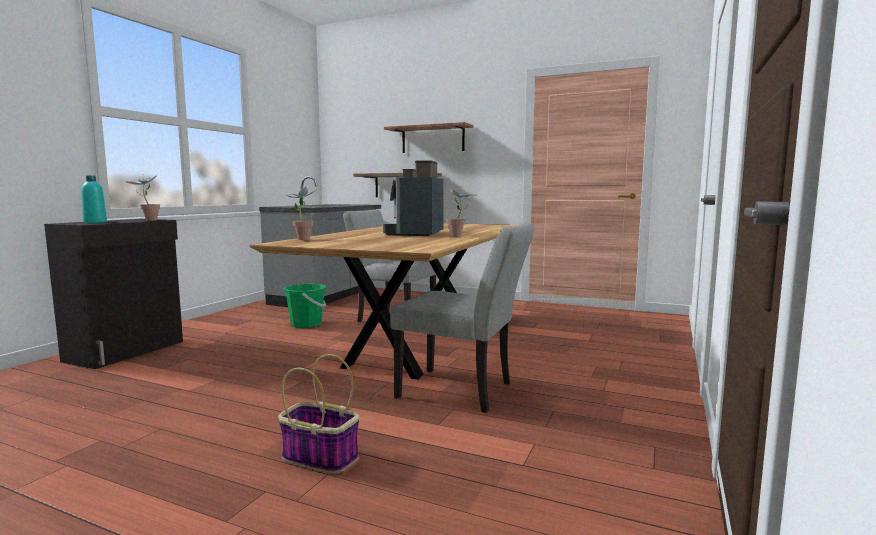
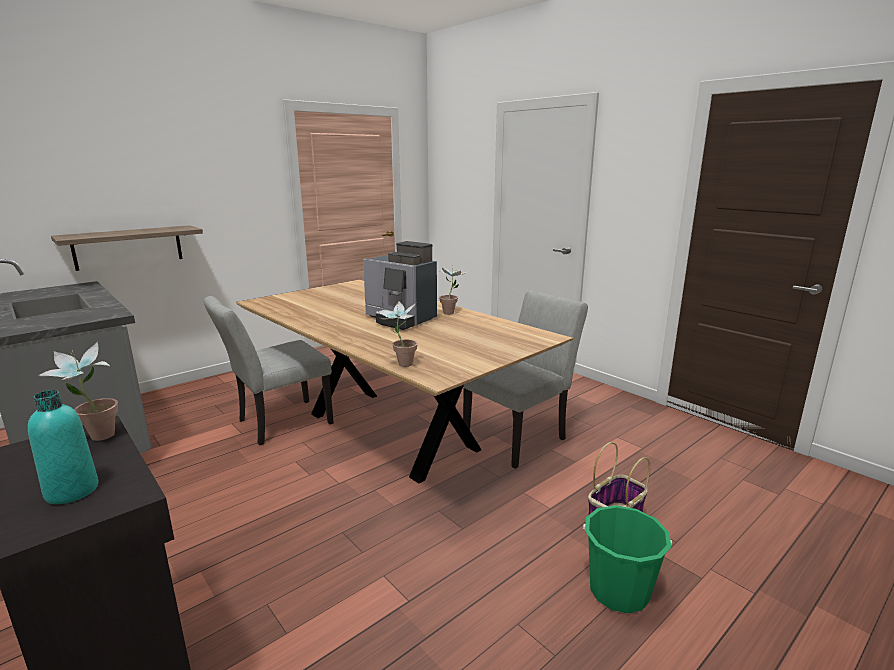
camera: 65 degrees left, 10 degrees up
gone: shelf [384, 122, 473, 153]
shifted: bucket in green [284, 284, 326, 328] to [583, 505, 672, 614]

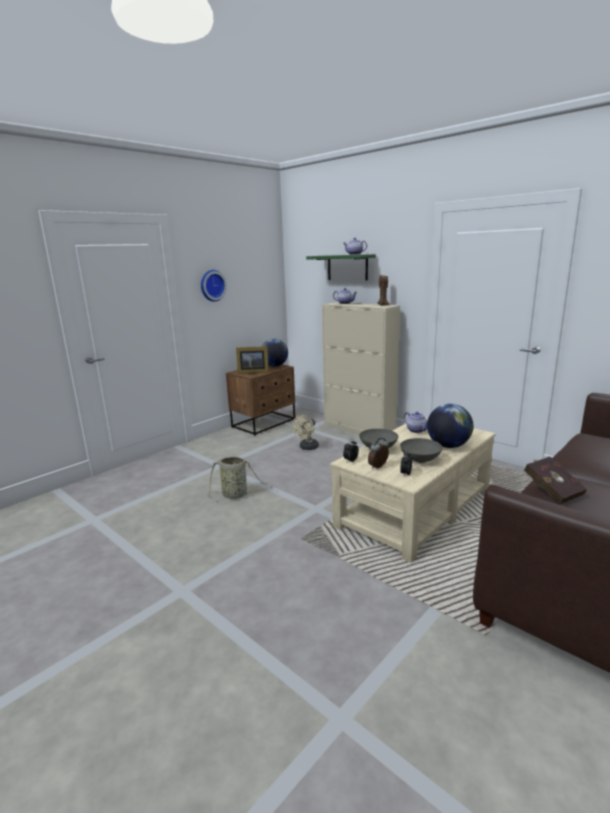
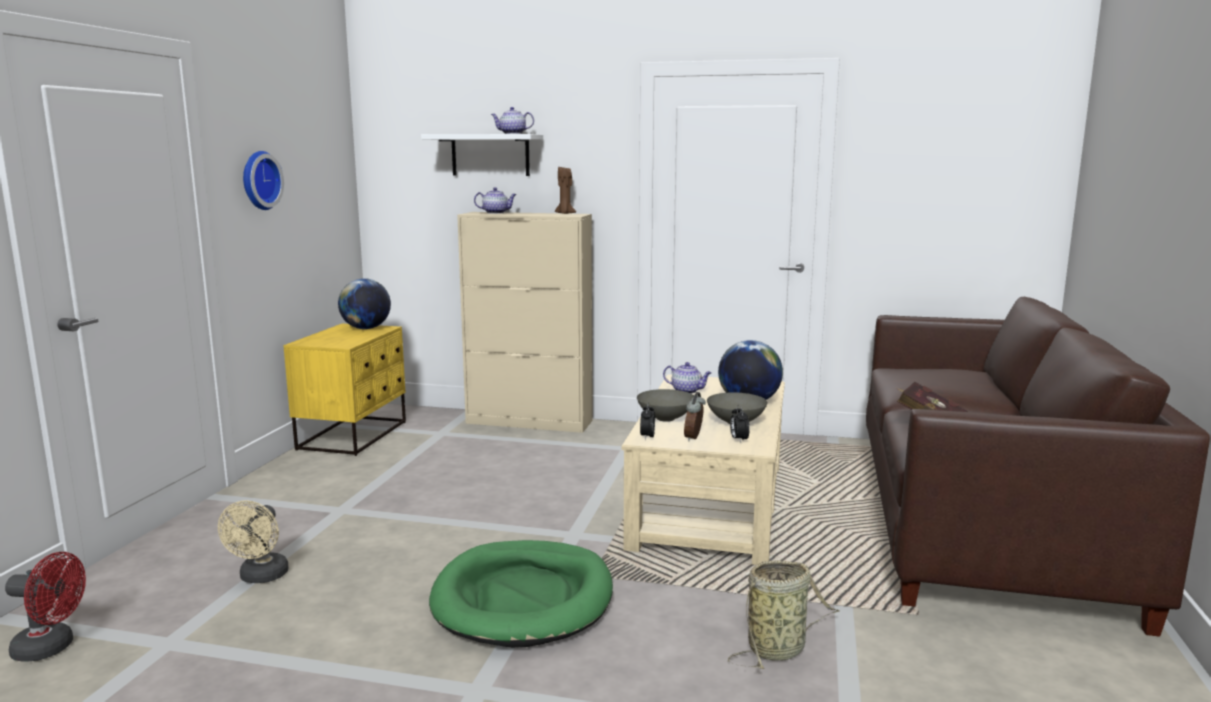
camera: 30 degrees left, 5 degrees down
gone: picture frame [236, 346, 269, 374]
new: fan in red [5, 552, 86, 662]; dog bed in green [429, 540, 613, 648]
shifted: fan in beige [292, 415, 319, 450] to [218, 500, 289, 583]; basket [208, 456, 272, 499] to [728, 560, 839, 669]
repainted: nightstand in brown [226, 365, 295, 435] to nightstand in yellow [283, 324, 406, 456]; shelf in green [306, 254, 376, 281] to shelf in white [421, 134, 543, 176]

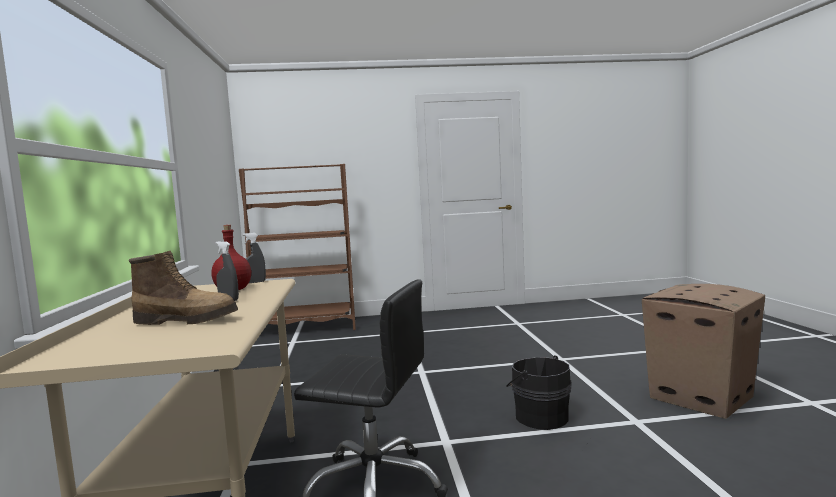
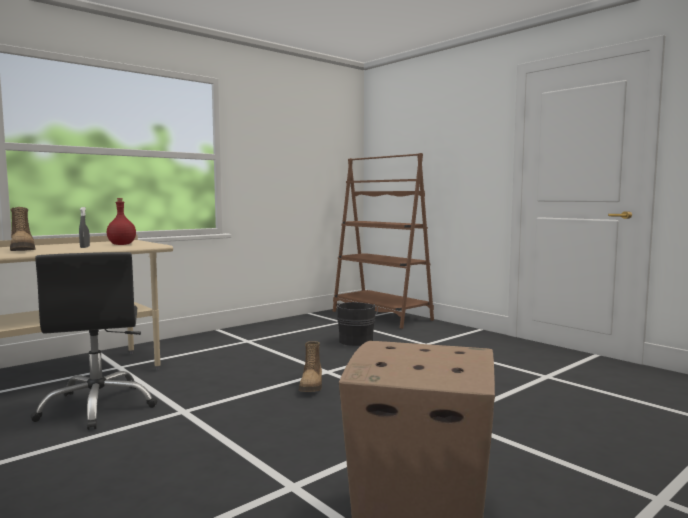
camera: 55 degrees right, 0 degrees up
gone: spray bottle in grey [242, 233, 266, 283]
new: boot [299, 341, 322, 392]
shifted: bucket in black [506, 355, 572, 430] to [336, 302, 378, 346]

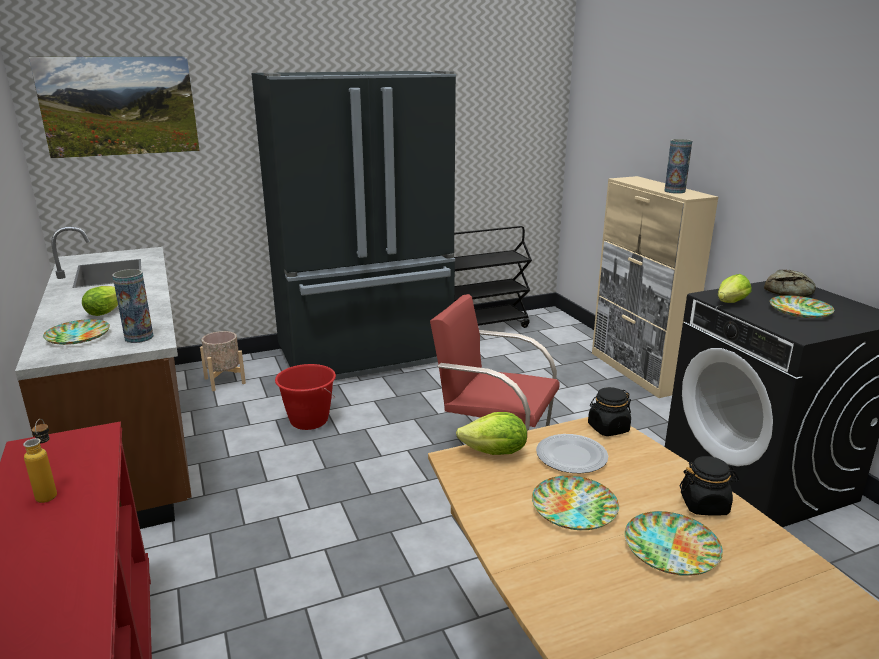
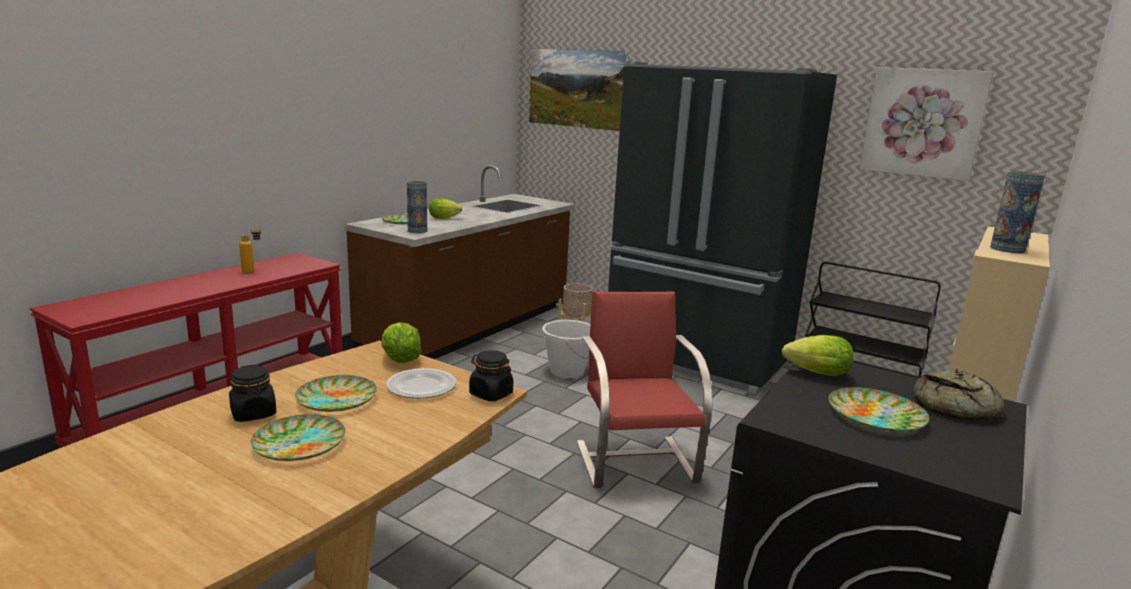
camera: 55 degrees right, 5 degrees down
new: picture [859, 67, 994, 181]
shifted: jar in black [680, 456, 739, 516] to [229, 365, 276, 422]
repainted: bucket in red [275, 364, 336, 430] to bucket in white [542, 320, 590, 378]

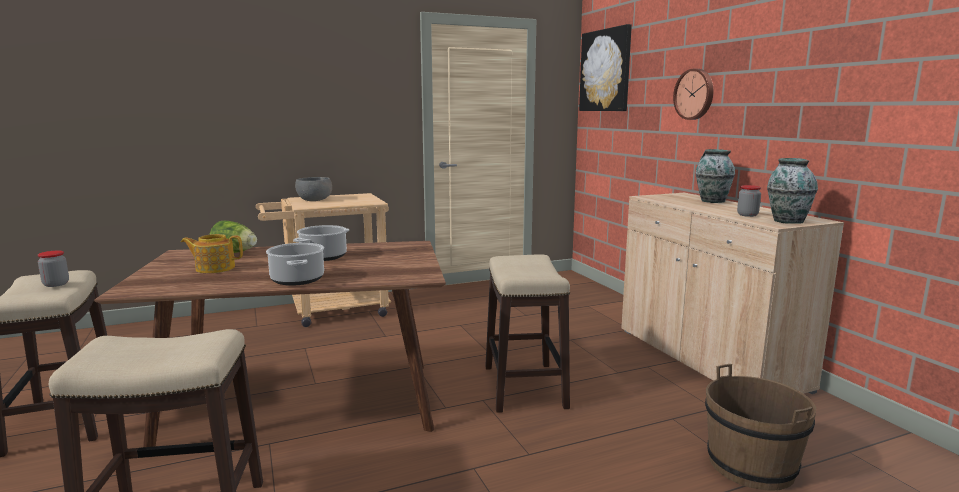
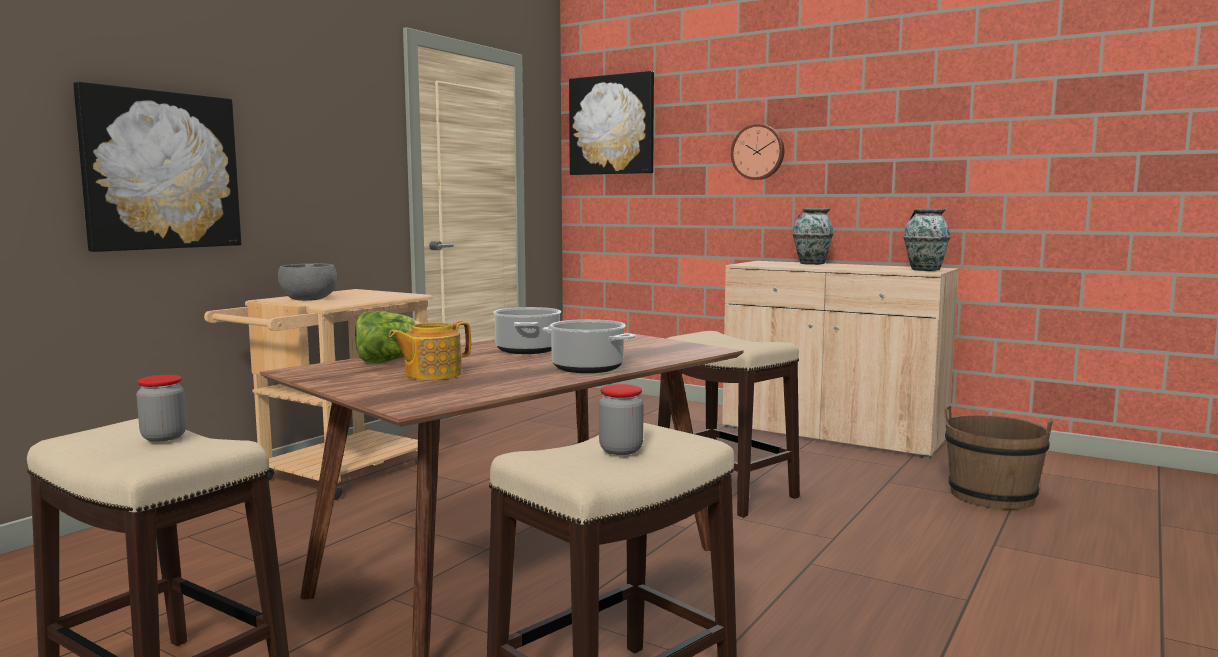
camera: 35 degrees left, 5 degrees down
new: picture [73, 82, 242, 252]
shifted: jar [737, 185, 761, 217] to [599, 384, 643, 455]

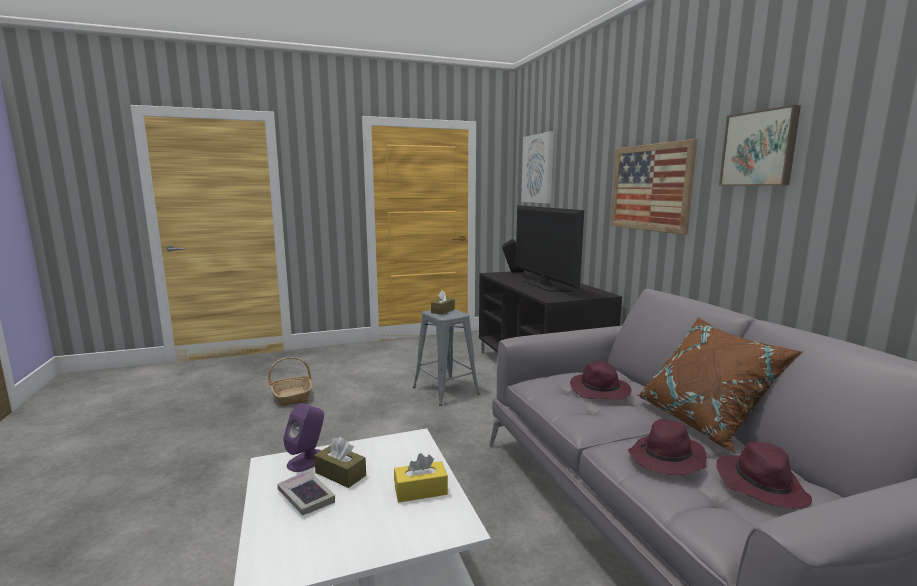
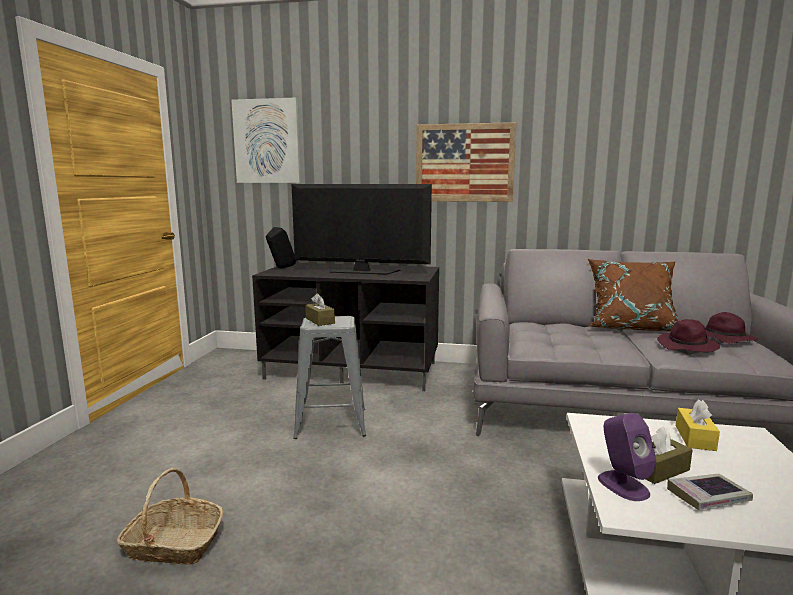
camera: 60 degrees left, 0 degrees up
gone: hat in purple [570, 361, 631, 400]; picture [719, 105, 801, 186]

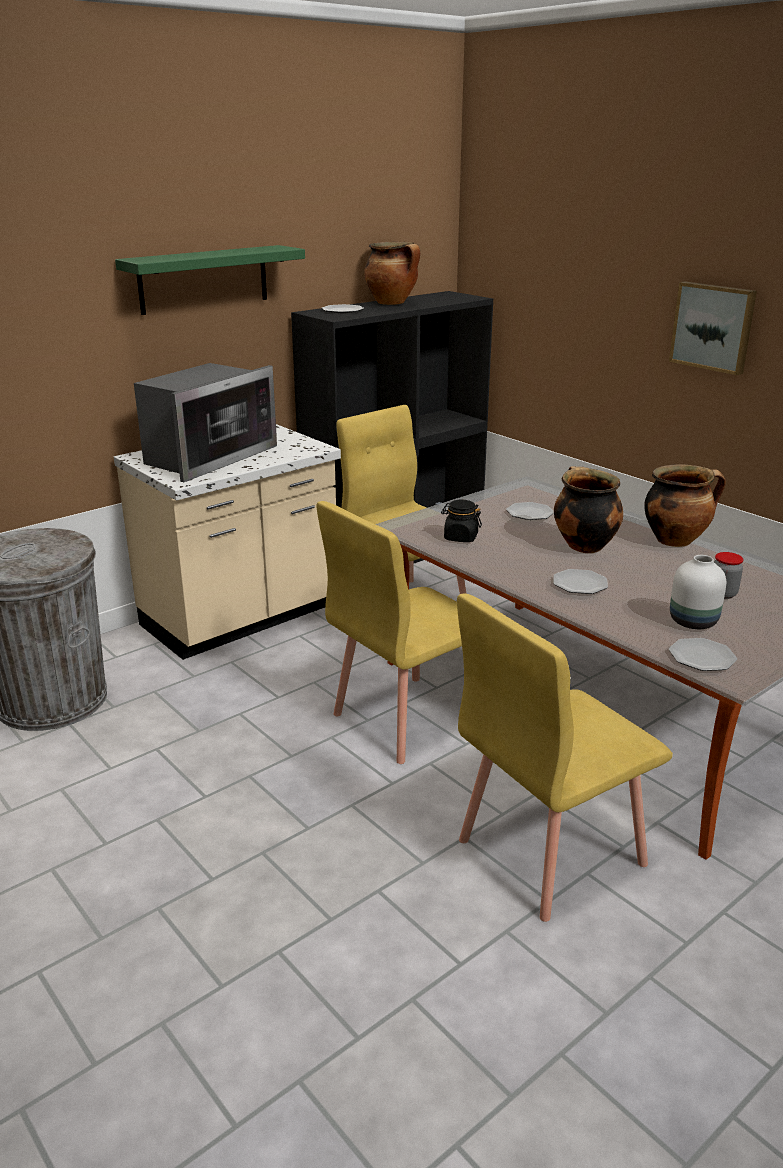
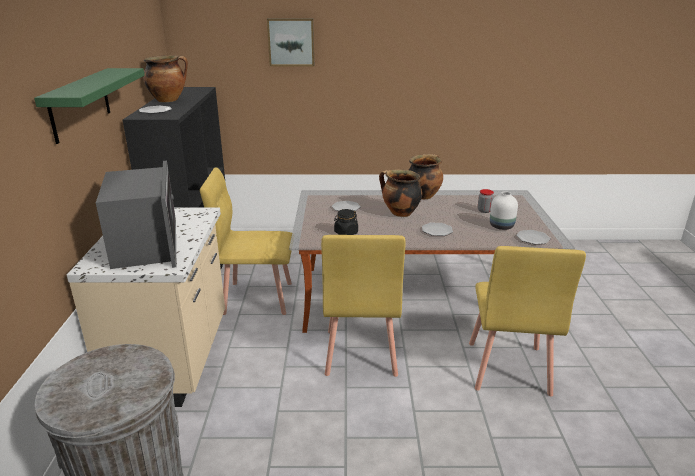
camera: 50 degrees left, 0 degrees up
shifted: picture [669, 281, 757, 375] to [267, 18, 314, 67]

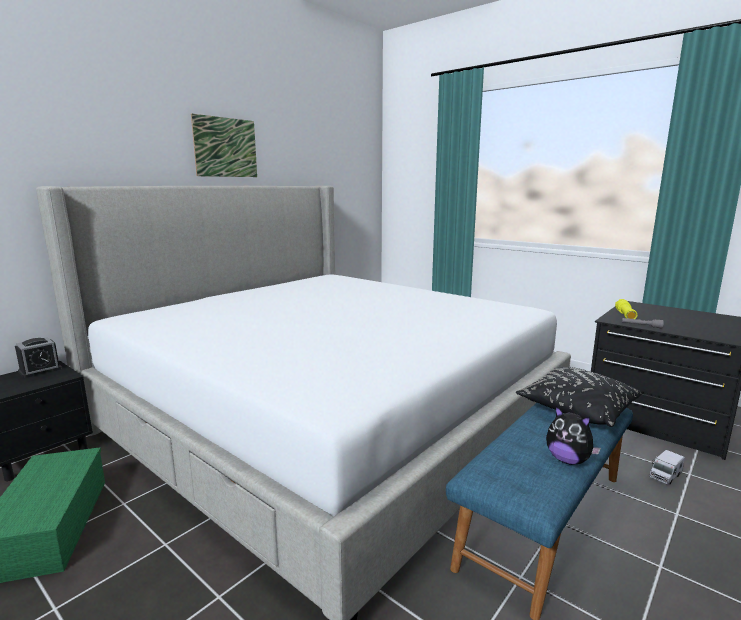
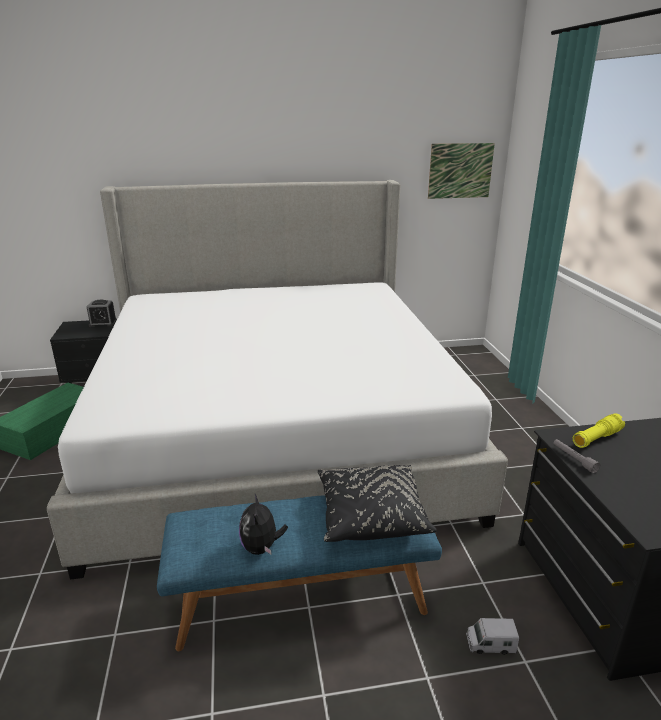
camera: 40 degrees right, 10 degrees up
shifted: picture [191, 114, 257, 177] to [428, 143, 495, 199]

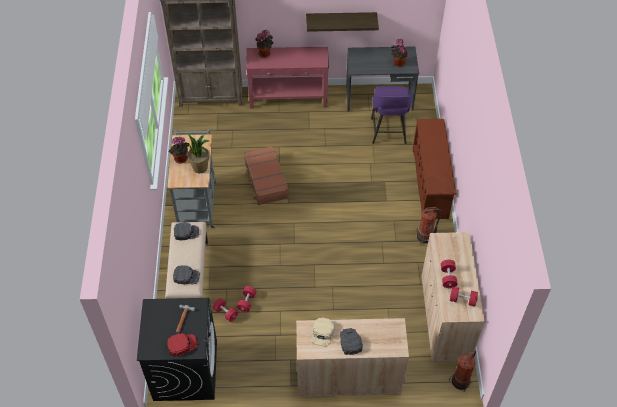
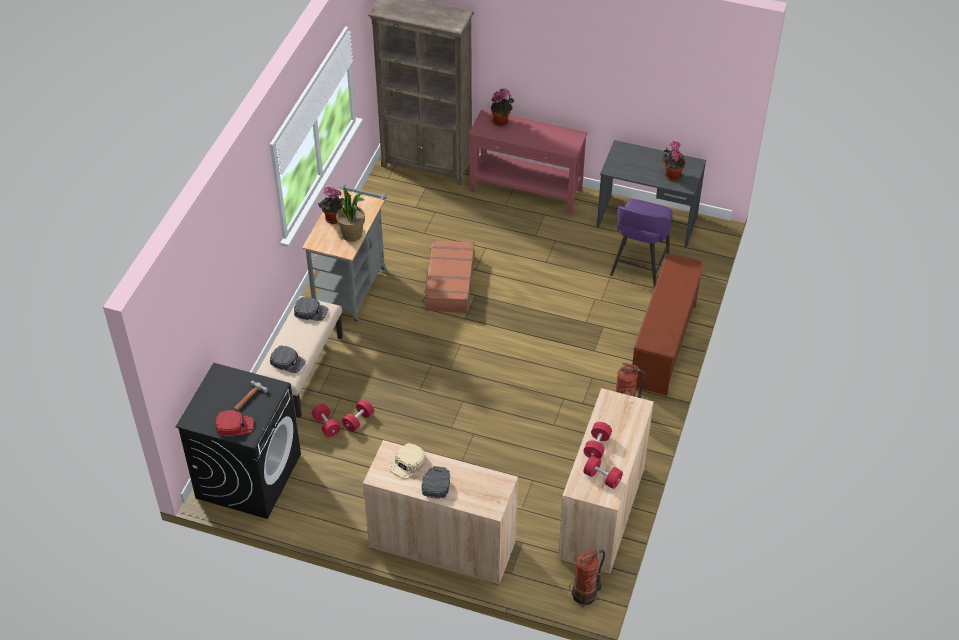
camera: 20 degrees right, 5 degrees down
gone: shelf [306, 12, 379, 32]

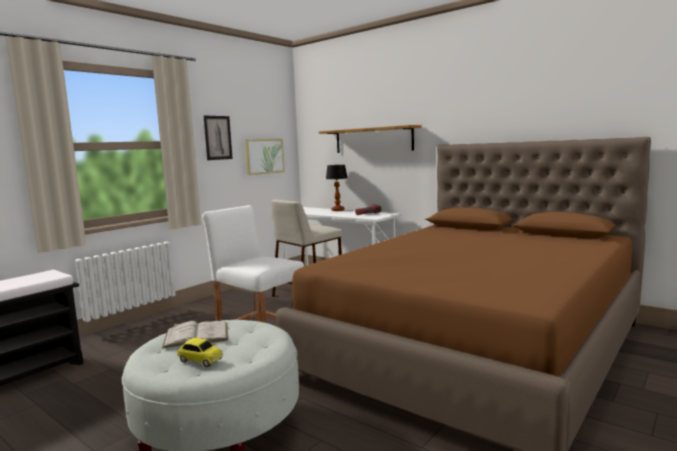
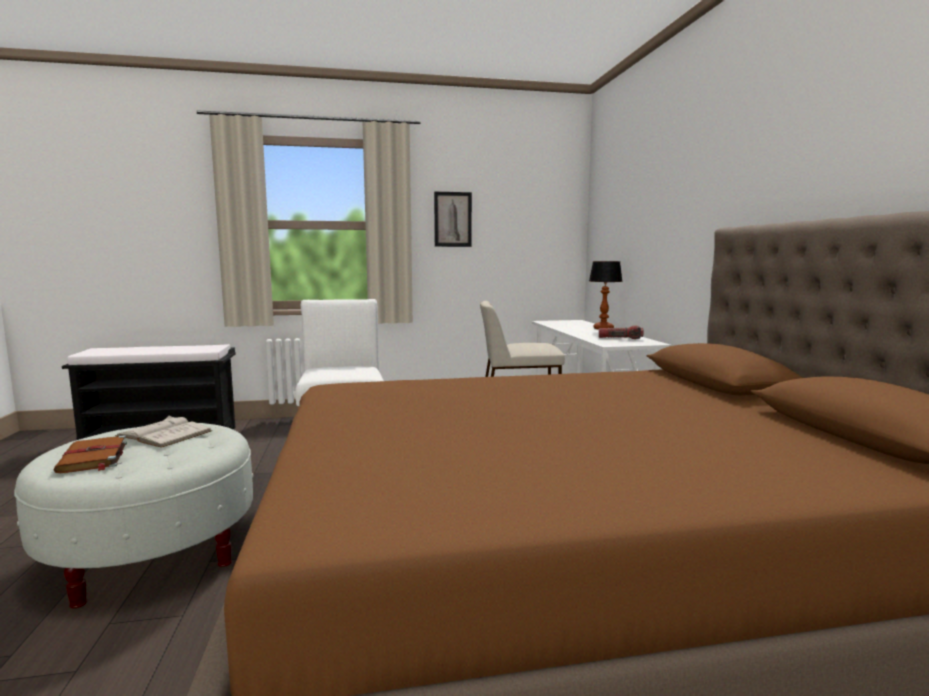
camera: 40 degrees right, 0 degrees up
gone: picture [245, 139, 285, 175]; shelf [319, 125, 422, 153]
swapped: toy car [177, 338, 223, 367] to book in brown [54, 435, 127, 473]

